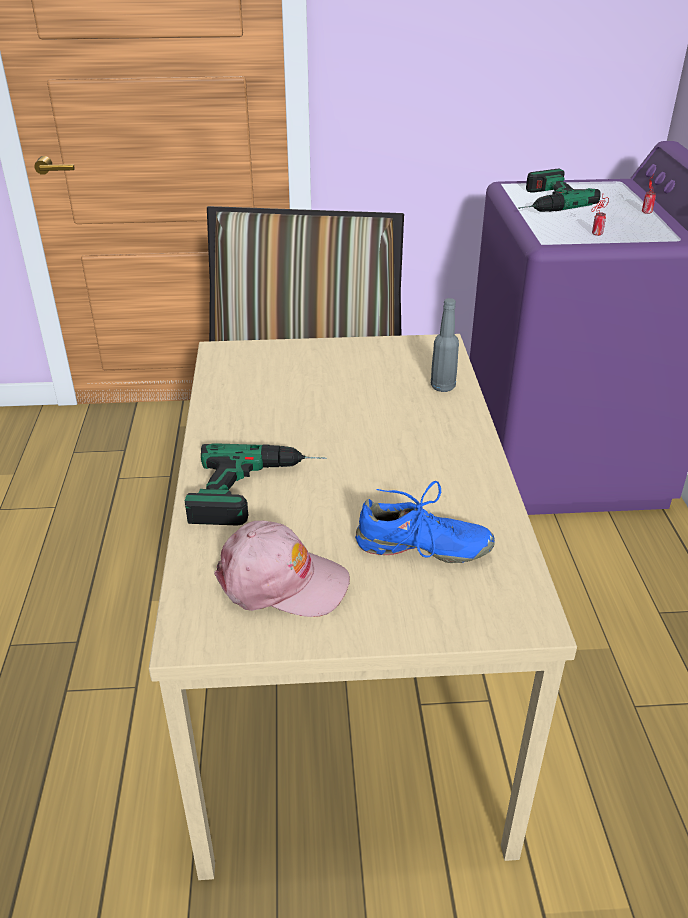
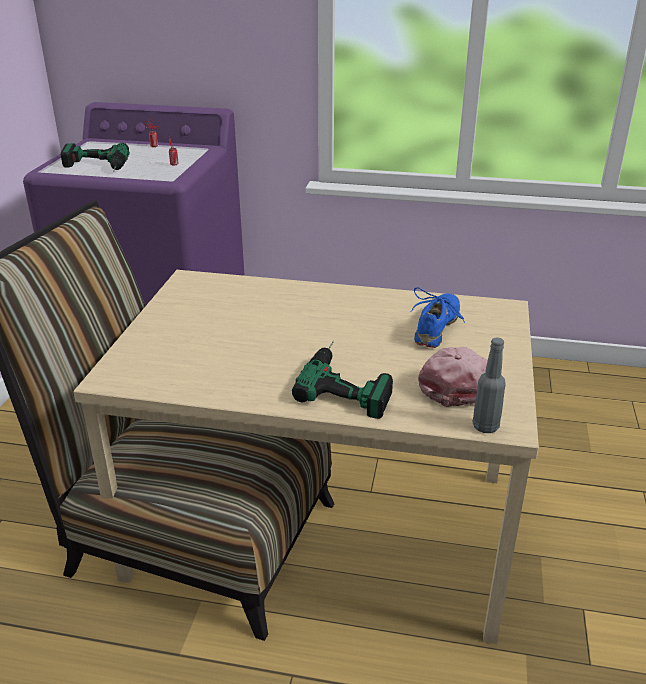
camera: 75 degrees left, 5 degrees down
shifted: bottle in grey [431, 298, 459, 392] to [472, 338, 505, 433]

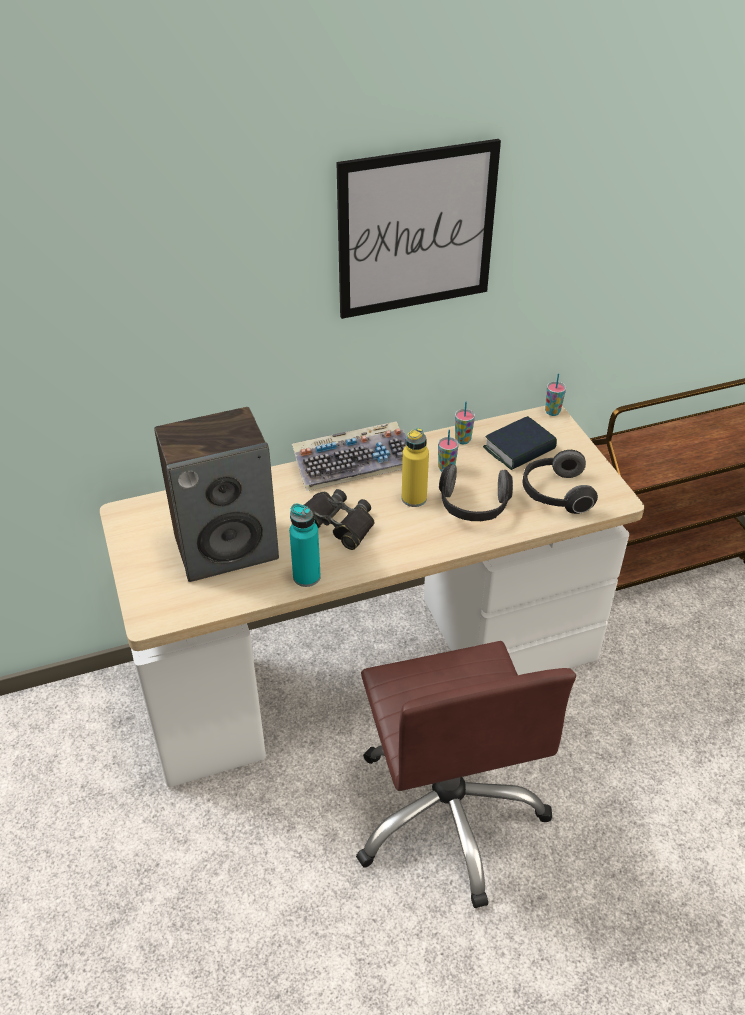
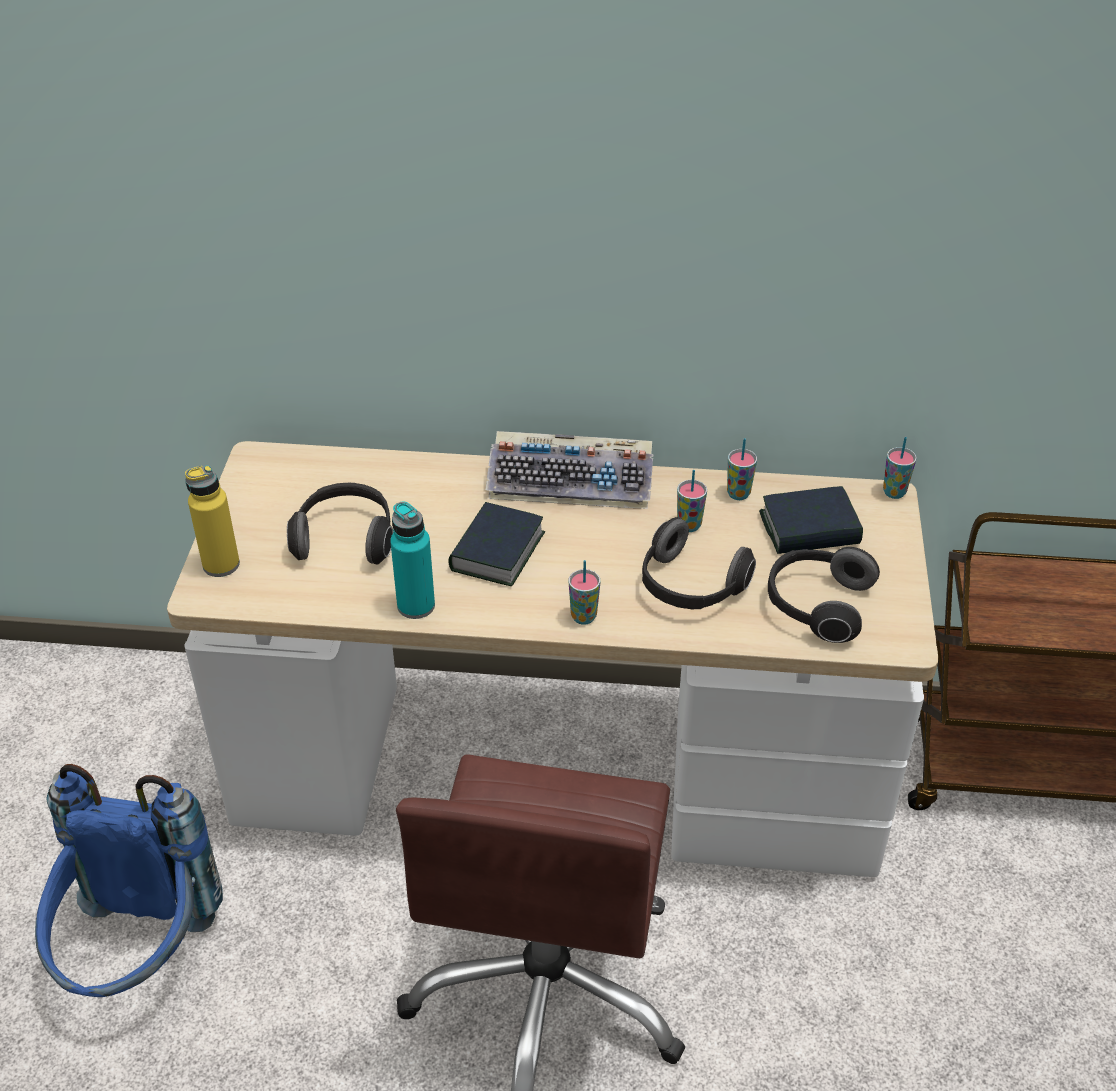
camera: 25 degrees right, 0 degrees up
gone: picture [336, 139, 501, 319]
new: backpack in blue [35, 764, 223, 997]; cup [568, 560, 600, 625]
shifted: bottle in yellow [402, 428, 429, 507] to [185, 465, 240, 577]
swapped: speaker [154, 407, 279, 582] to headphones [287, 483, 393, 564]; binoculars in black [304, 489, 375, 550] to book [448, 502, 545, 586]

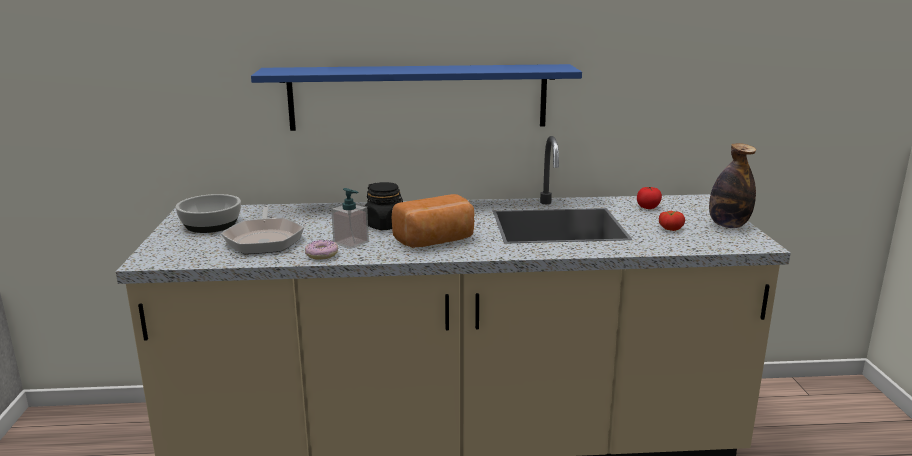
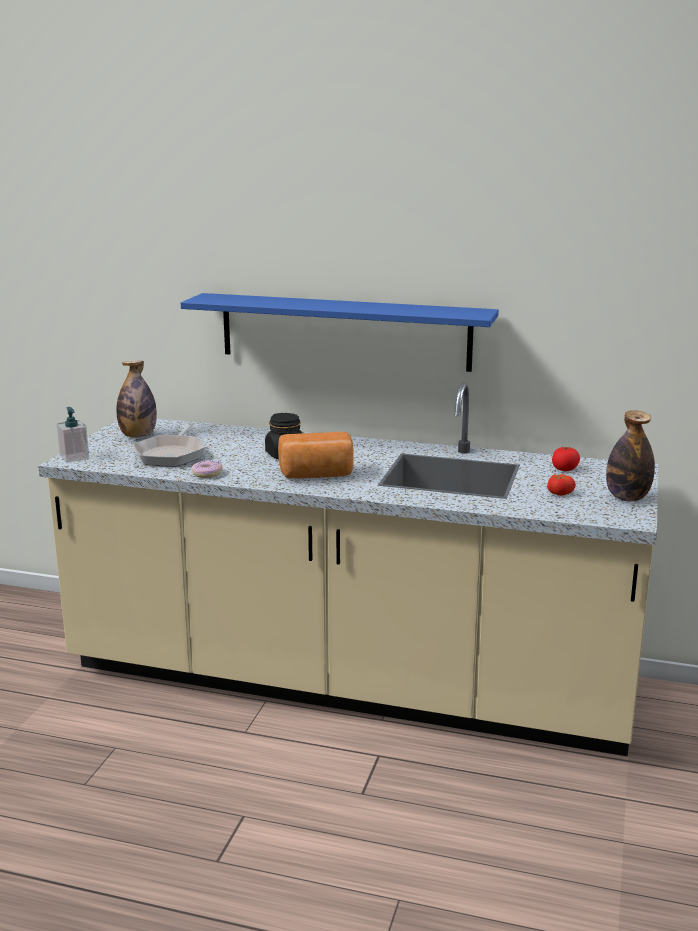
camera: 20 degrees right, 0 degrees up
shifted: soap dispenser [331, 188, 369, 249] to [57, 407, 89, 463]
swapped: bowl [176, 194, 241, 233] to bottle [117, 361, 157, 438]

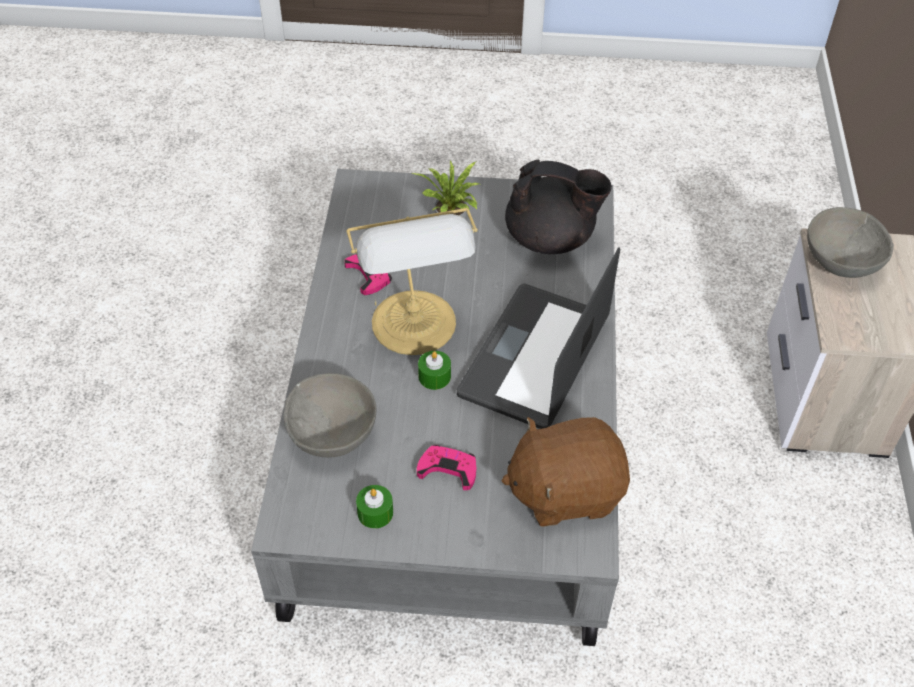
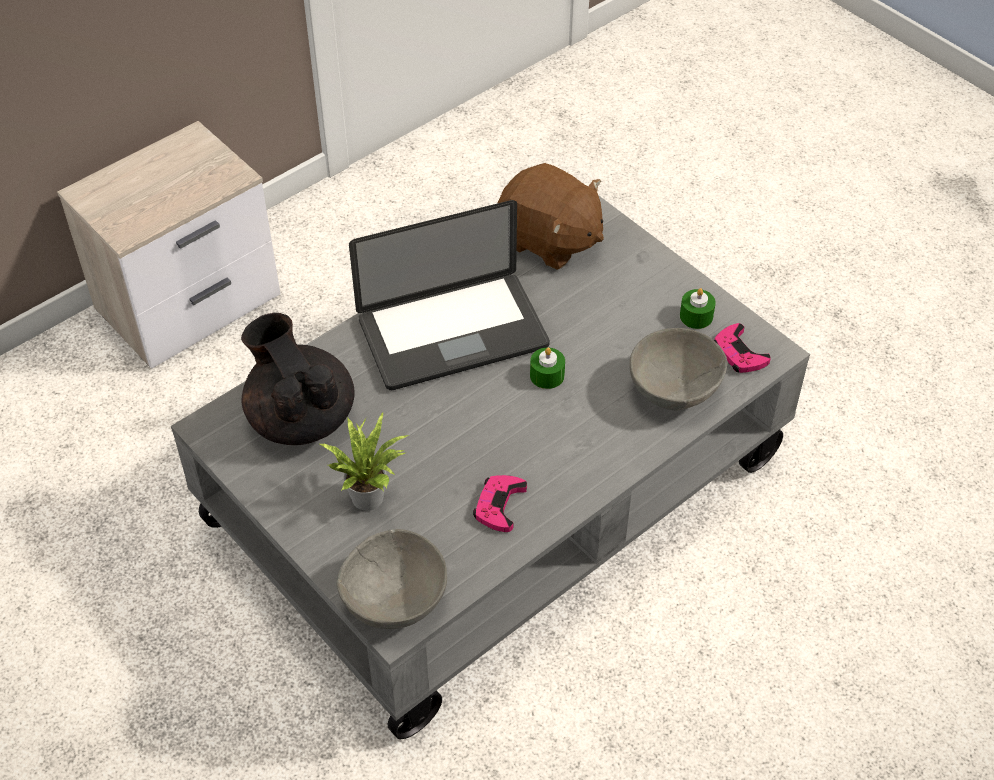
camera: 135 degrees left, 0 degrees up
gone: table lamp [346, 208, 478, 355]
shifted: bowl in grey [807, 207, 894, 278] to [336, 529, 447, 629]; game controller in pink [417, 445, 477, 490] to [714, 323, 771, 373]

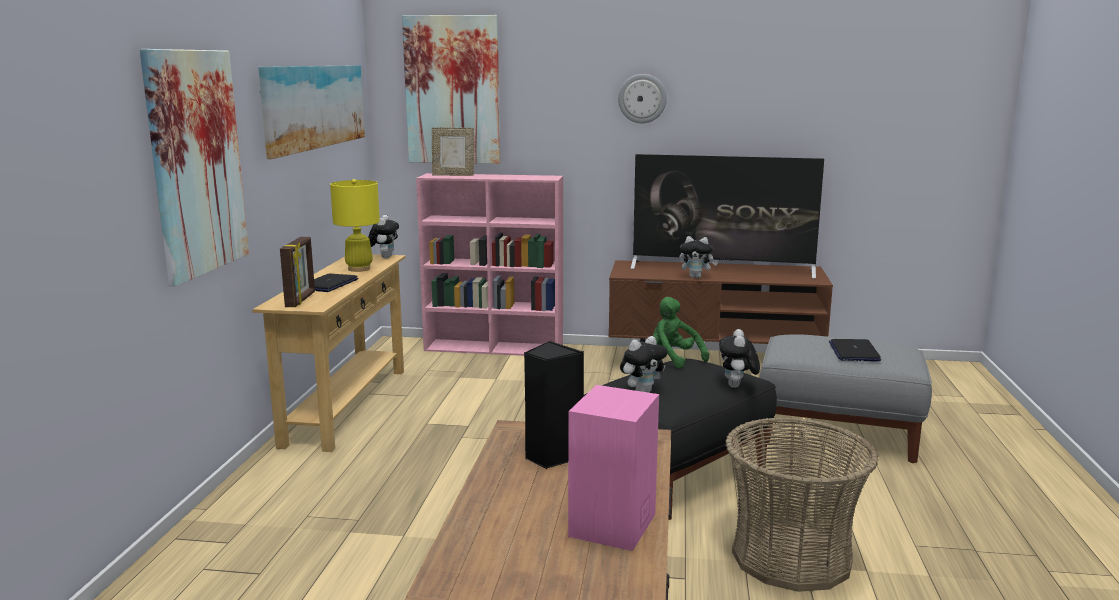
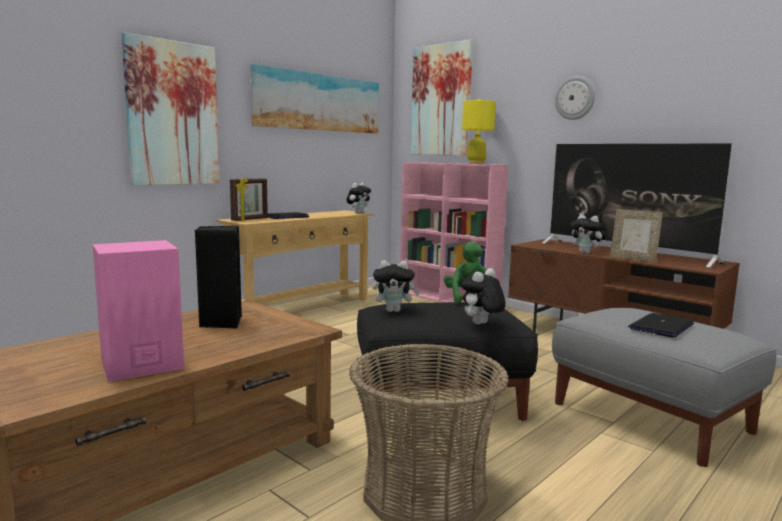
camera: 35 degrees right, 5 degrees down
shifted: table lamp in yellow [330, 179, 380, 272] to [462, 99, 496, 164]; picture frame [432, 128, 474, 176] to [610, 209, 663, 263]

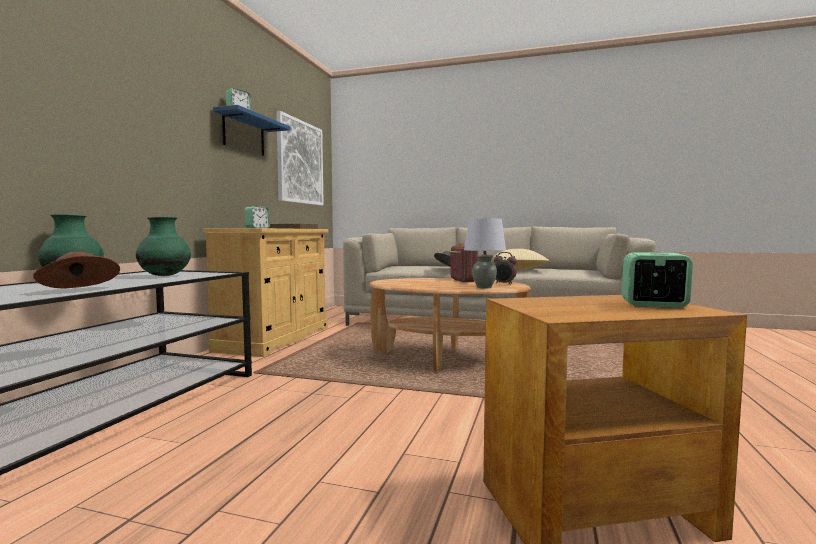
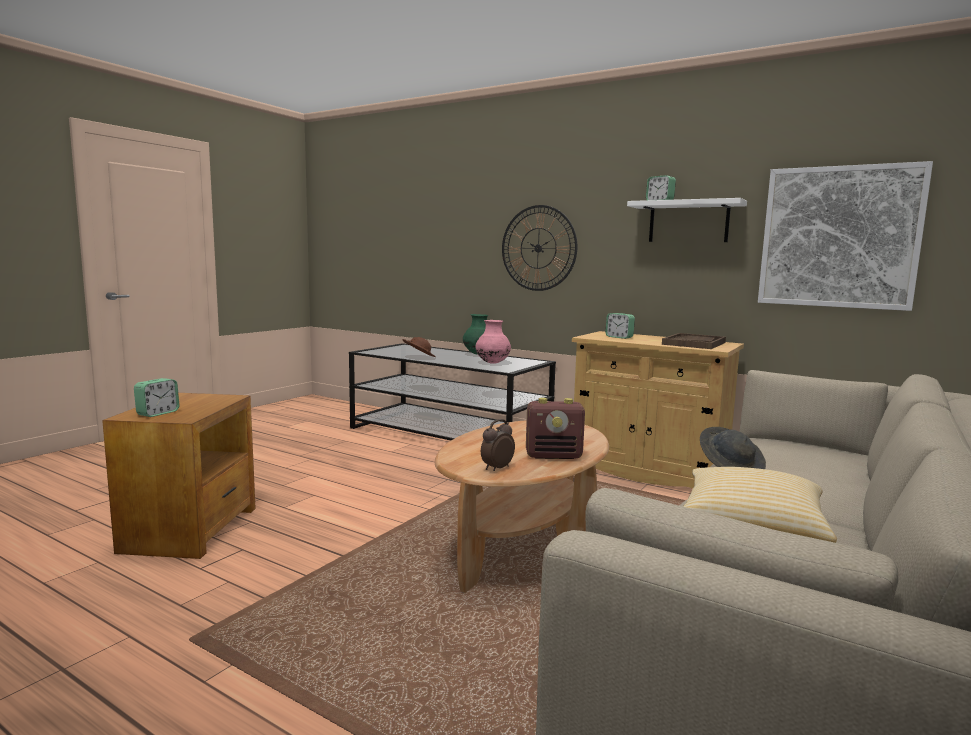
camera: 105 degrees right, 5 degrees up
gone: table lamp in grey [464, 218, 506, 288]
new: wall clock [502, 205, 577, 291]
repainted: vase in green [136, 217, 191, 276] to vase in pink [475, 320, 511, 364]; shelf in blue [213, 105, 290, 156] to shelf in white [627, 198, 747, 242]

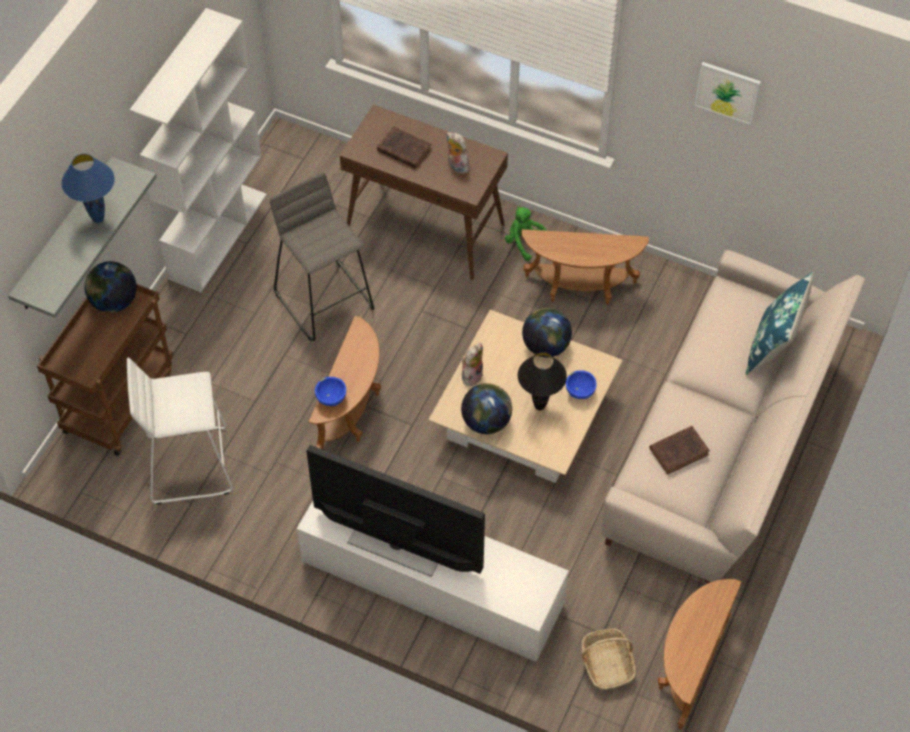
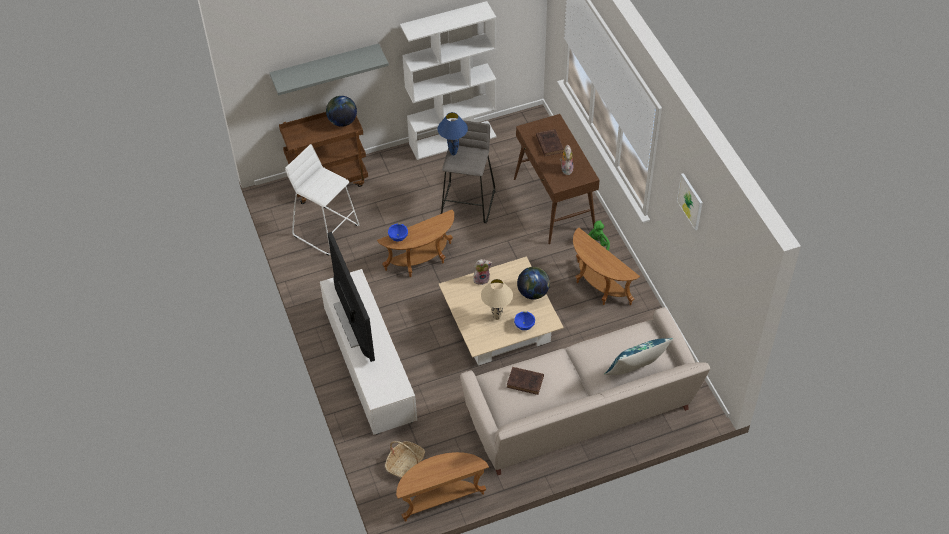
camera: 45 degrees right, 5 degrees down
gone: globe [461, 383, 512, 434]
shifted: table lamp in blue [62, 154, 115, 223] to [437, 112, 468, 155]
repainted: table lamp in black [518, 352, 567, 410] to table lamp in beige [481, 279, 513, 320]

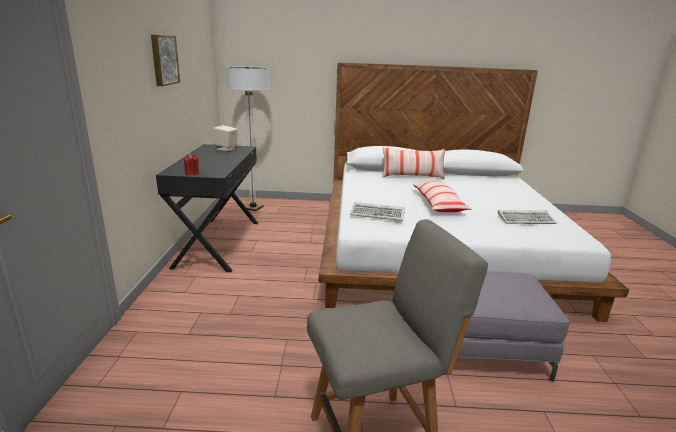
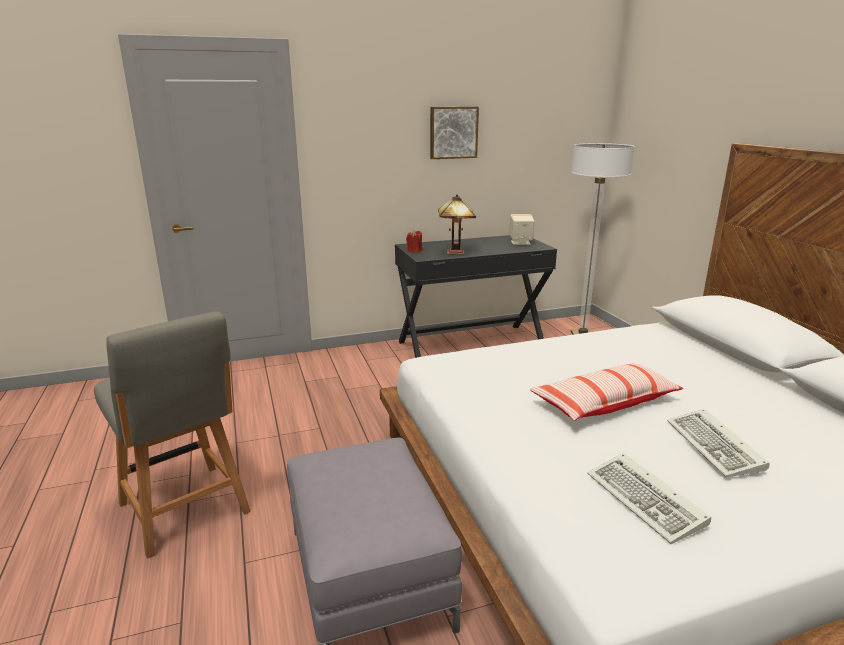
camera: 70 degrees right, 0 degrees up
gone: pillow [382, 147, 445, 179]
new: table lamp [438, 194, 476, 255]
shifted: keyboard [350, 202, 405, 221] to [667, 409, 769, 478]

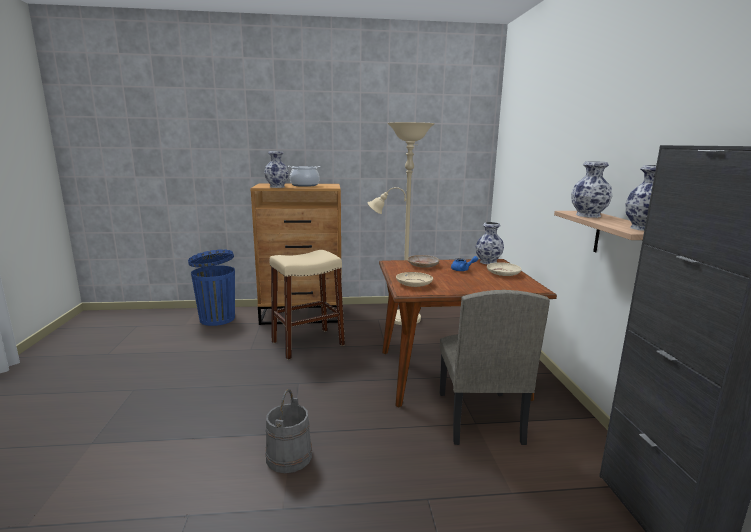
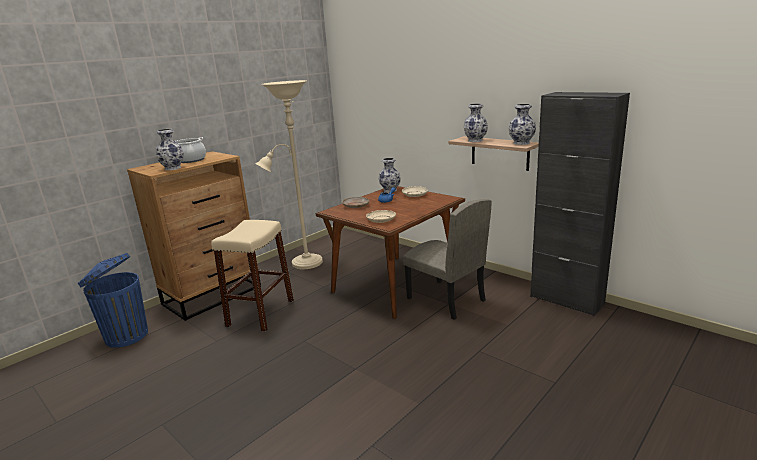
camera: 40 degrees left, 5 degrees up
gone: bucket in grey [265, 389, 312, 473]

